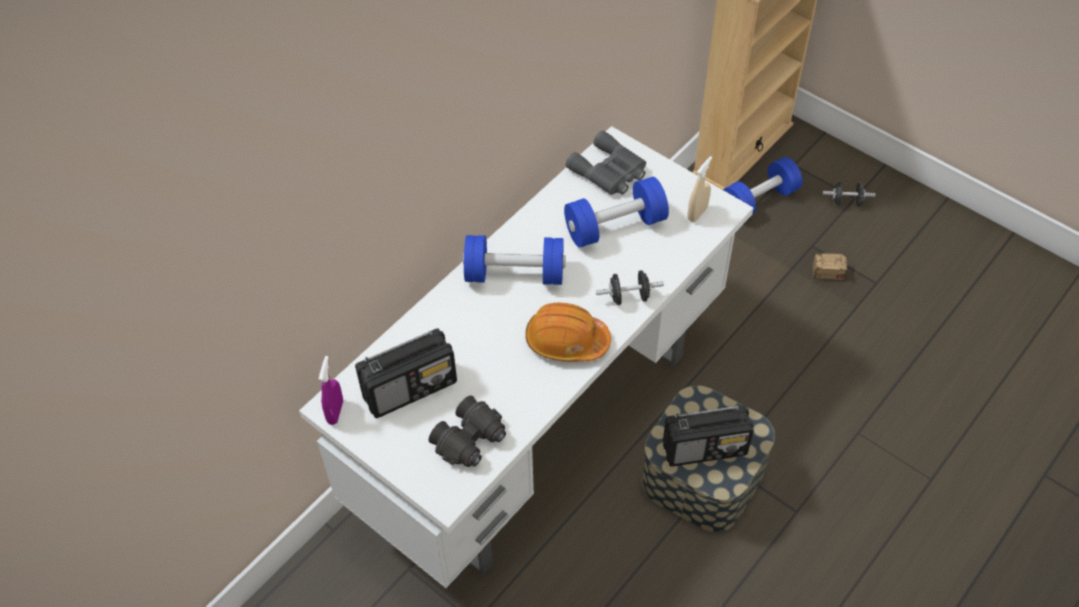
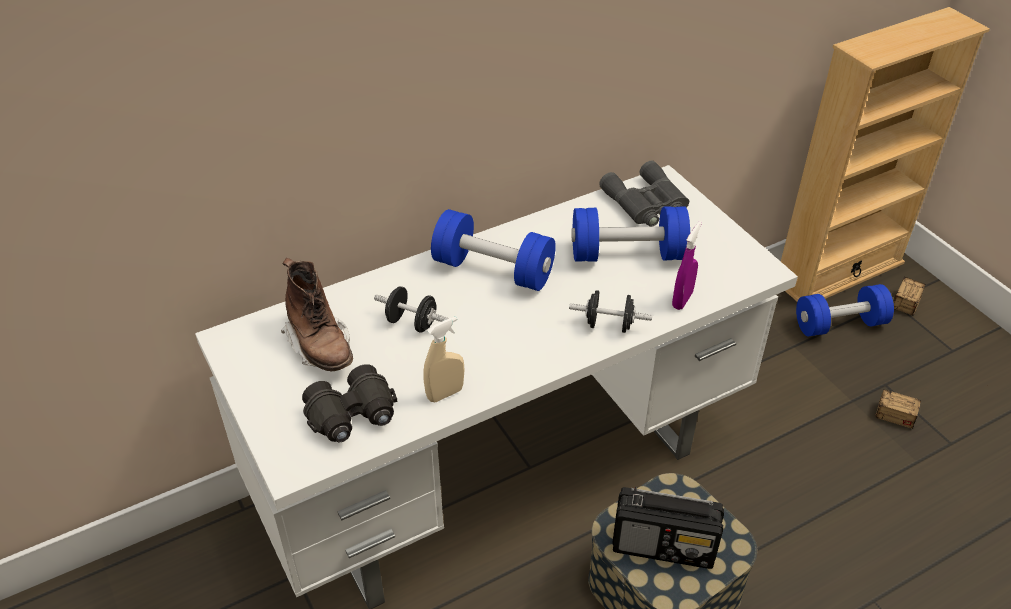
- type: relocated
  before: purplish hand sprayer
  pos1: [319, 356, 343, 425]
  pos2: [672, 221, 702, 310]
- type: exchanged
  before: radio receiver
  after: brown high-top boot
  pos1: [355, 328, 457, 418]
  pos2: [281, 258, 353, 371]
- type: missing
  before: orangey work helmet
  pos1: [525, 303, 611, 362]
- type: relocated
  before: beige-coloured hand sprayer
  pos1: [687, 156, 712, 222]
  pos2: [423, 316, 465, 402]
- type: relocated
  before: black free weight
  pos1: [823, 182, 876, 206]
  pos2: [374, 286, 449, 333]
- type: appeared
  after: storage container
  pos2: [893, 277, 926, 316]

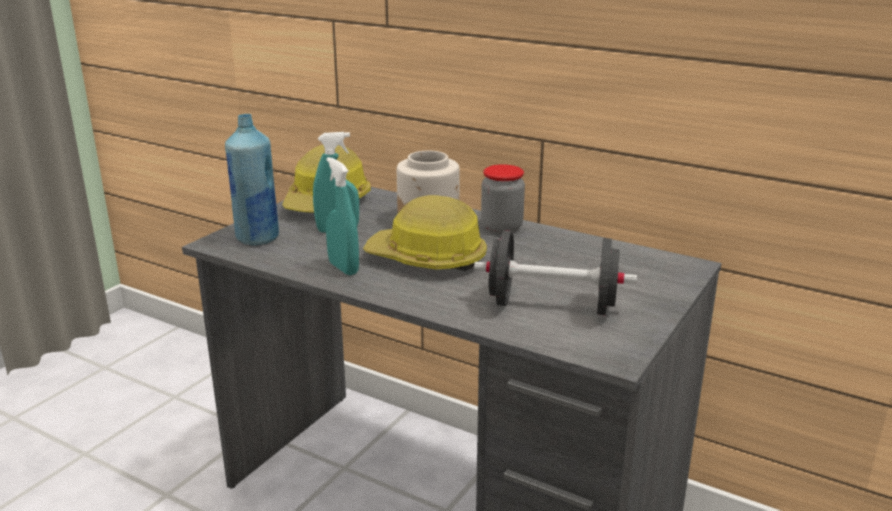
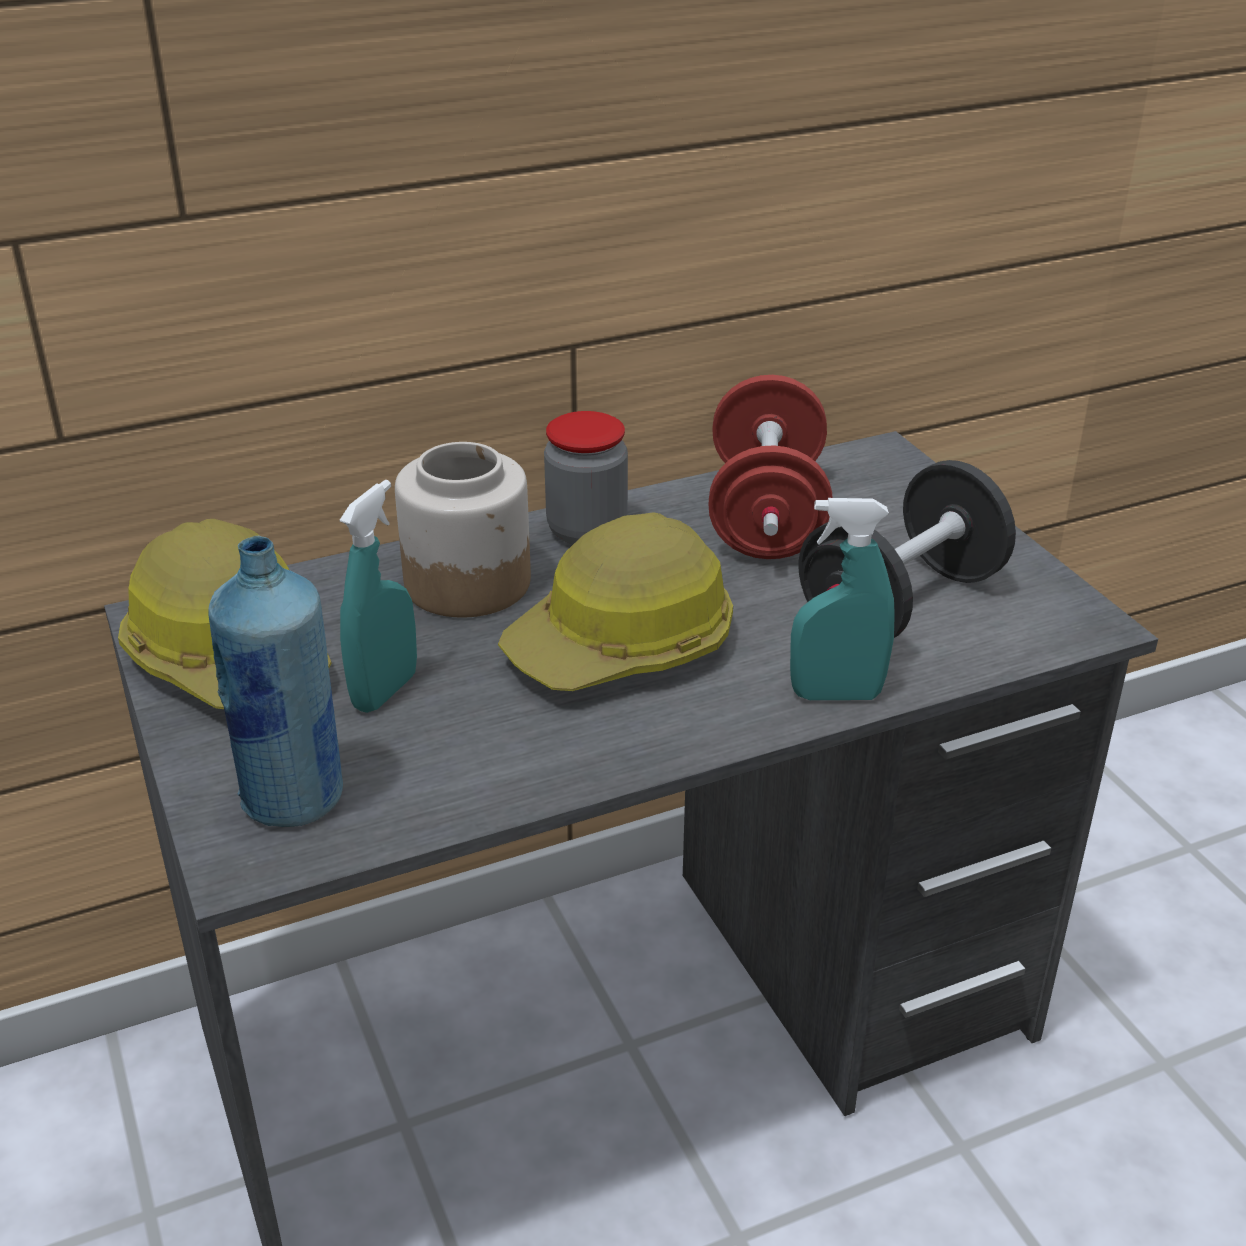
- type: relocated
  before: blue-green hand sprayer
  pos1: [326, 157, 359, 275]
  pos2: [790, 498, 895, 700]
- type: appeared
  after: red-coloured free weight
  pos2: [709, 375, 833, 559]

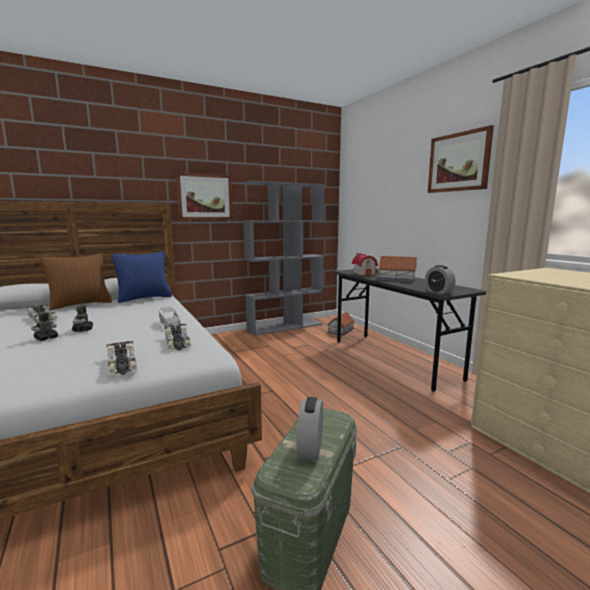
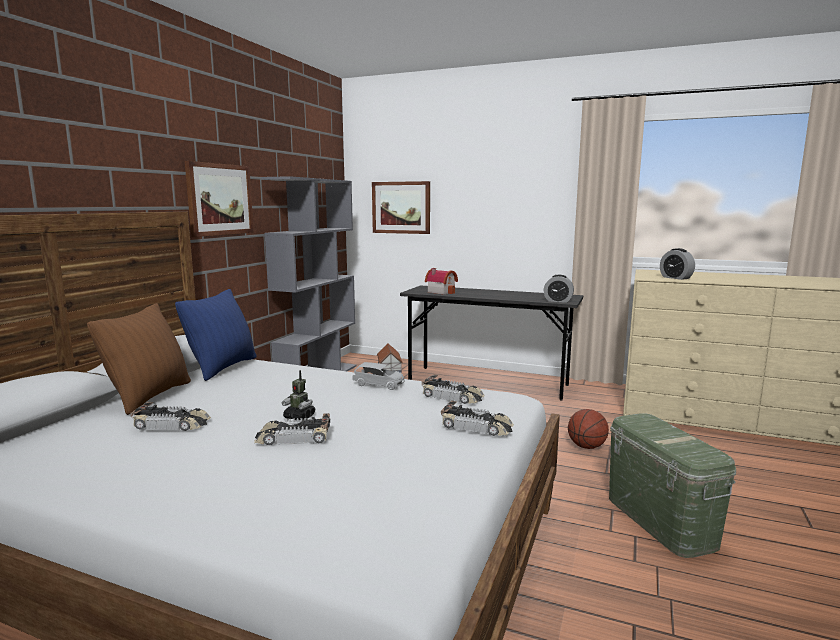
- type: exchanged
  before: model robot
  after: model car
  pos1: [31, 305, 58, 341]
  pos2: [254, 413, 331, 445]
- type: relocated
  before: table clock
  pos1: [296, 397, 323, 460]
  pos2: [660, 248, 695, 280]
- type: missing
  before: miniature house
  pos1: [378, 256, 417, 282]
- type: relocated
  before: wall art
  pos1: [428, 125, 494, 193]
  pos2: [372, 181, 430, 234]
- type: appeared
  after: basketball ball
  pos2: [568, 409, 609, 449]

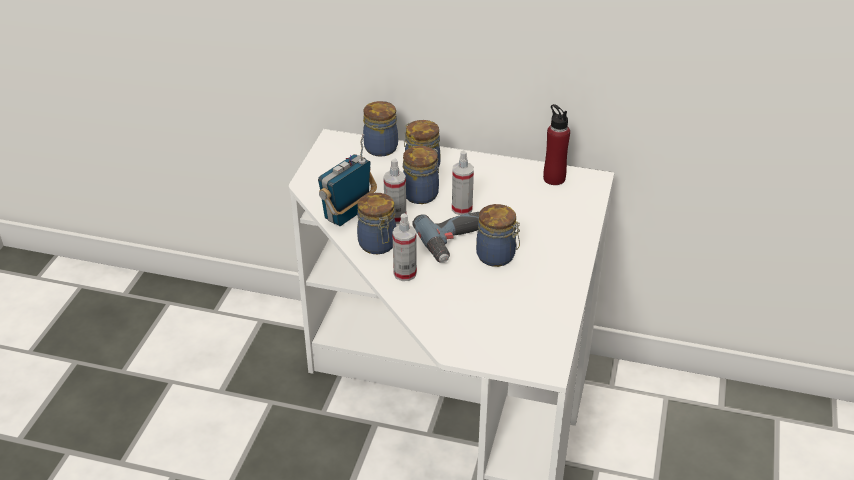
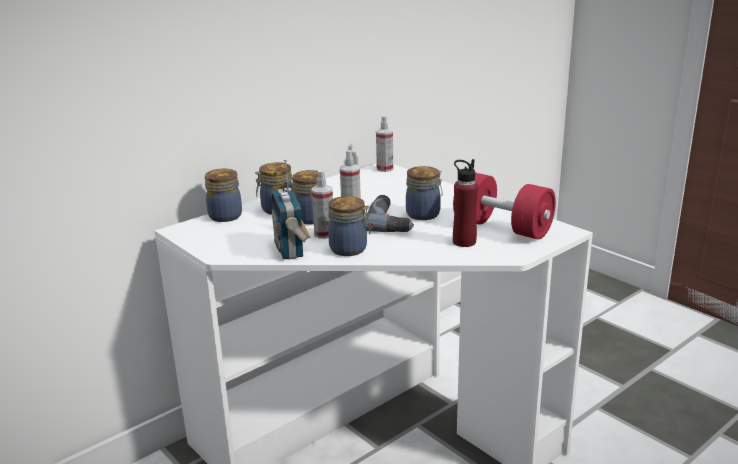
- type: relocated
  before: hand sprayer
  pos1: [392, 213, 417, 281]
  pos2: [376, 116, 393, 172]
- type: relocated
  before: red-coloured drink bottle
  pos1: [543, 104, 570, 185]
  pos2: [453, 159, 478, 247]
- type: appeared
  after: red-coloured free weight
  pos2: [453, 173, 556, 239]

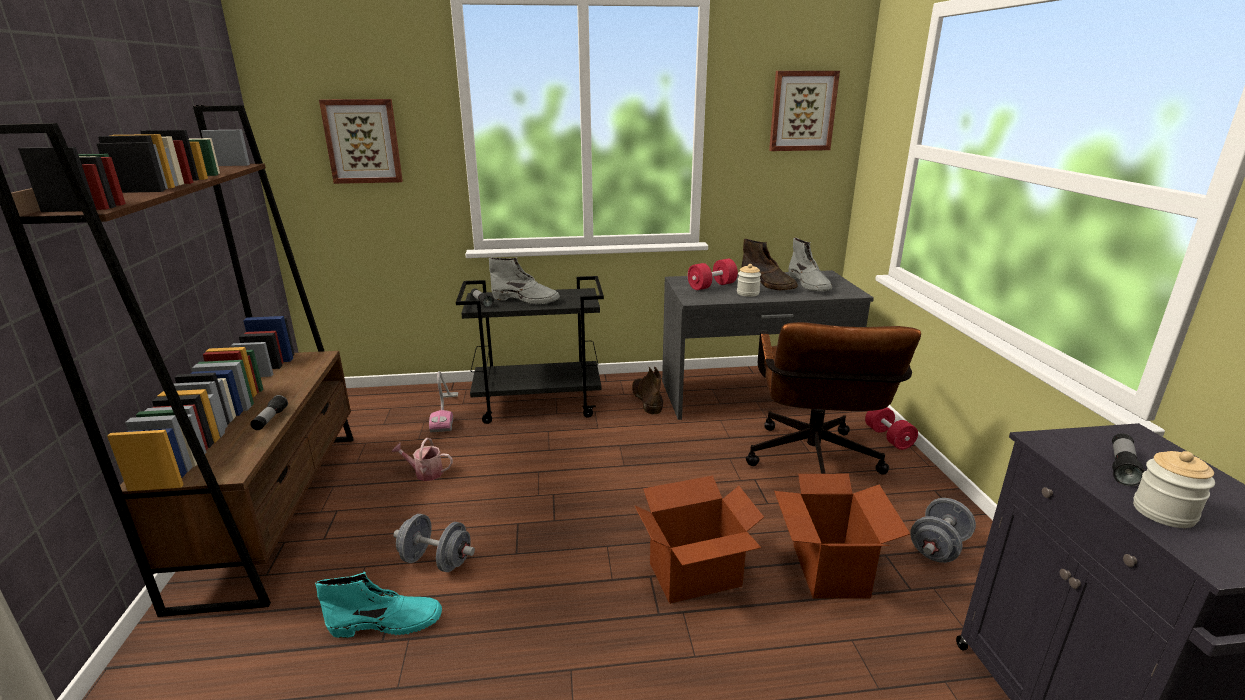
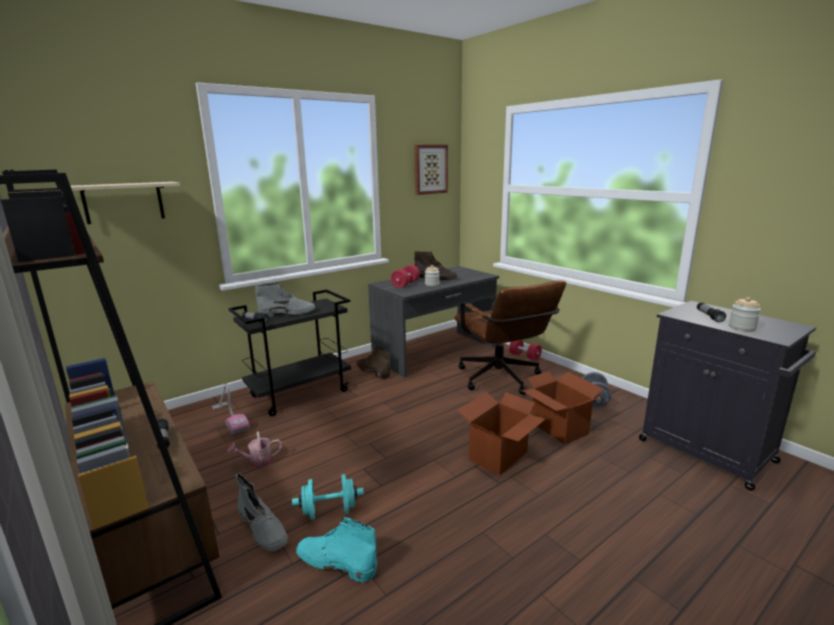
- type: spun
  before: blue-green high-top boot
  pos1: [315, 572, 442, 638]
  pos2: [296, 517, 377, 582]
  turn: -120
- type: exchanged
  before: wall art
  after: beige-coloured bracket shelf
  pos1: [319, 99, 403, 184]
  pos2: [71, 182, 180, 224]
- type: colour
  before: gray free weight
  after: blue-green free weight
  pos1: [394, 514, 475, 572]
  pos2: [292, 474, 364, 520]
- type: relocated
  before: gray high-top boot
  pos1: [788, 238, 832, 291]
  pos2: [236, 473, 288, 552]

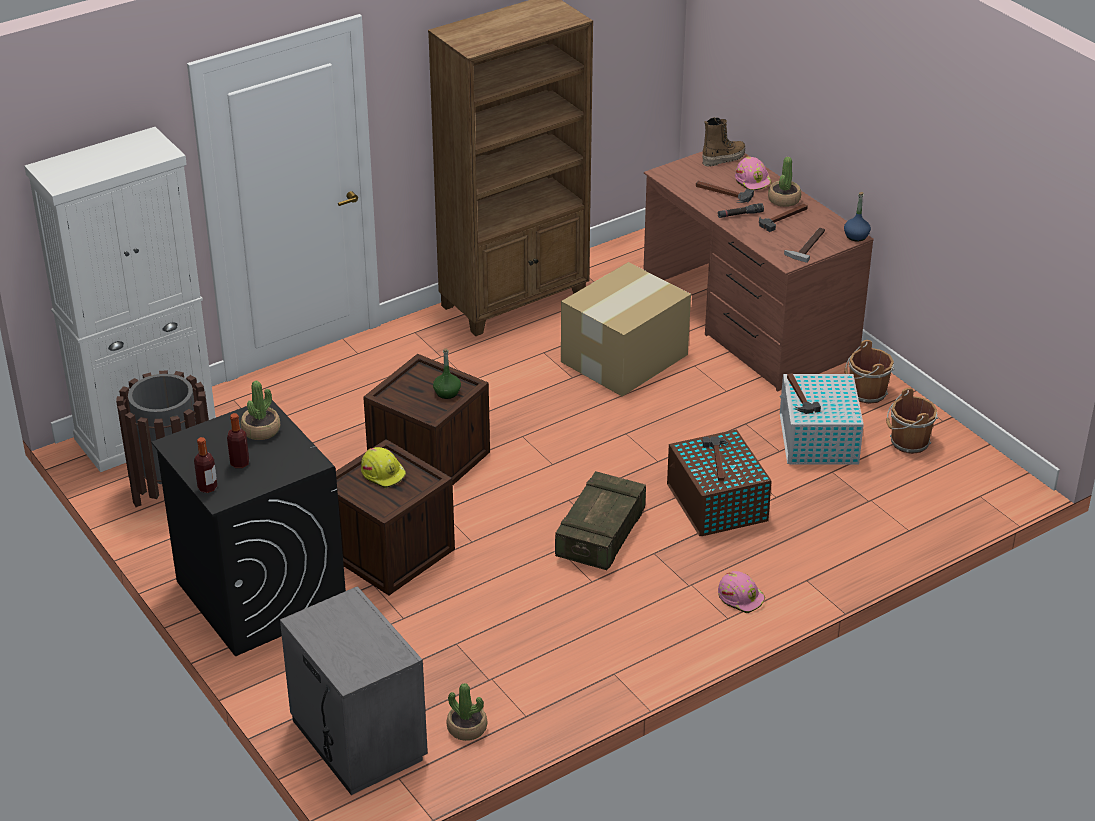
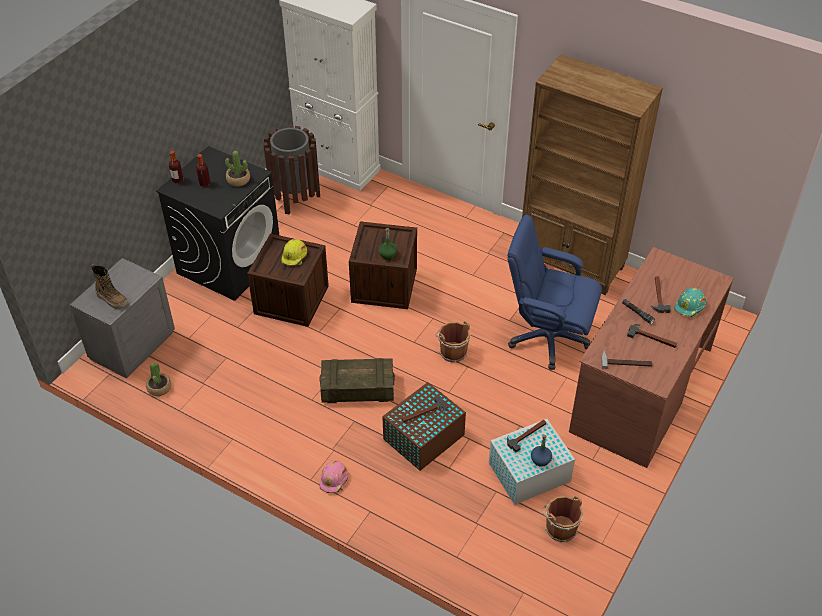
- type: exchanged
  before: carton
  after: bluish office chair
  pos1: [561, 262, 691, 397]
  pos2: [507, 215, 602, 370]
- type: relocated
  before: high-top boot
  pos1: [702, 117, 745, 167]
  pos2: [91, 264, 128, 309]
- type: colour
  before: pink work helmet
  after: blue-green work helmet
  pos1: [735, 157, 771, 191]
  pos2: [674, 288, 706, 318]
- type: missing
  before: houseplant
  pos1: [768, 157, 801, 207]
- type: relocated
  before: bluish drink bottle
  pos1: [844, 192, 871, 242]
  pos2: [531, 435, 552, 467]
- type: relocated
  before: brown pail
  pos1: [844, 340, 894, 404]
  pos2: [436, 321, 470, 362]

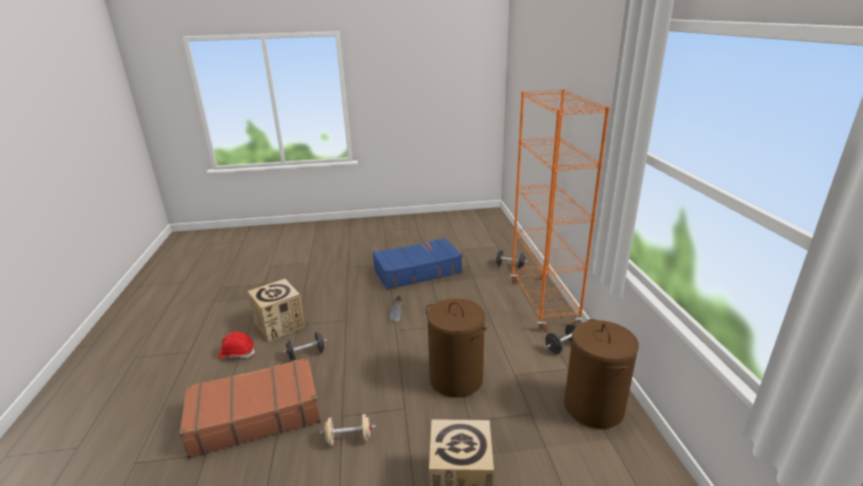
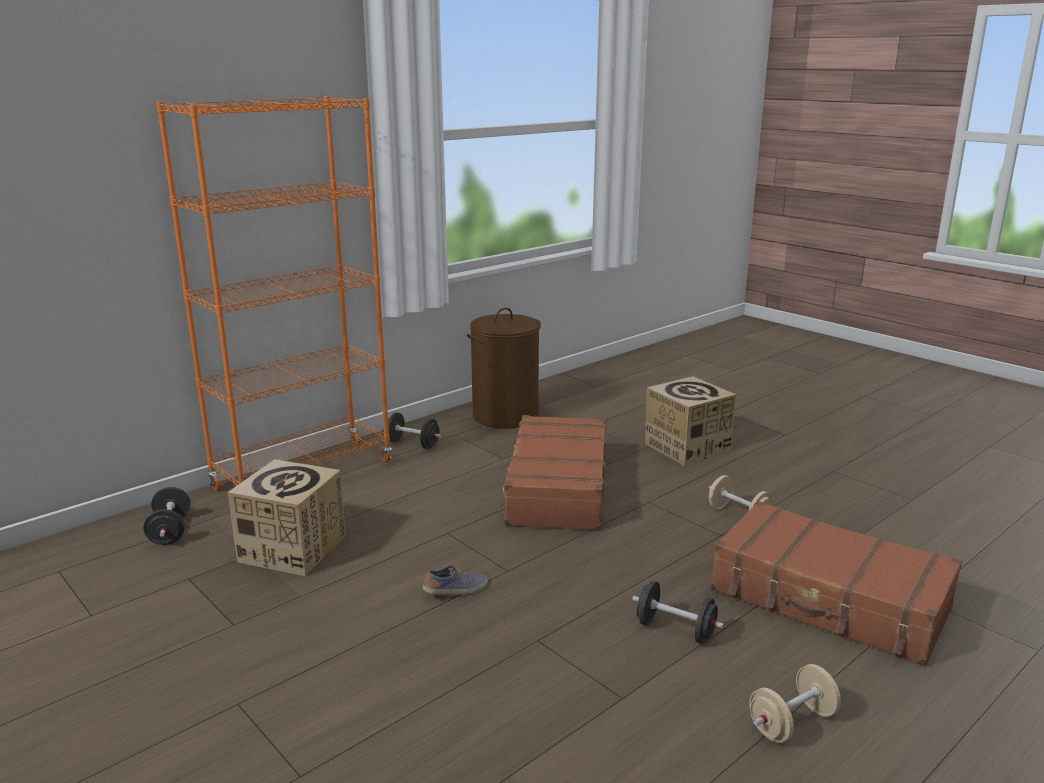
- type: exchanged
  before: red-coloured work helmet
  after: beige-coloured free weight
  pos1: [218, 332, 255, 359]
  pos2: [749, 664, 841, 743]
- type: relocated
  before: carton
  pos1: [248, 279, 305, 342]
  pos2: [228, 459, 346, 576]
- type: missing
  before: bluish piece of luggage
  pos1: [373, 238, 463, 290]
- type: exchanged
  before: brown laundry basket
  after: brown piece of luggage
  pos1: [426, 299, 487, 397]
  pos2: [498, 415, 607, 531]

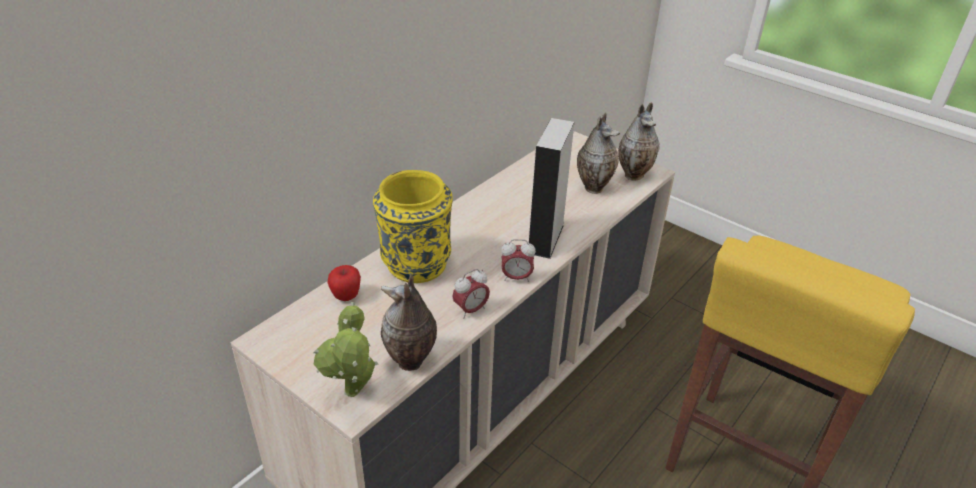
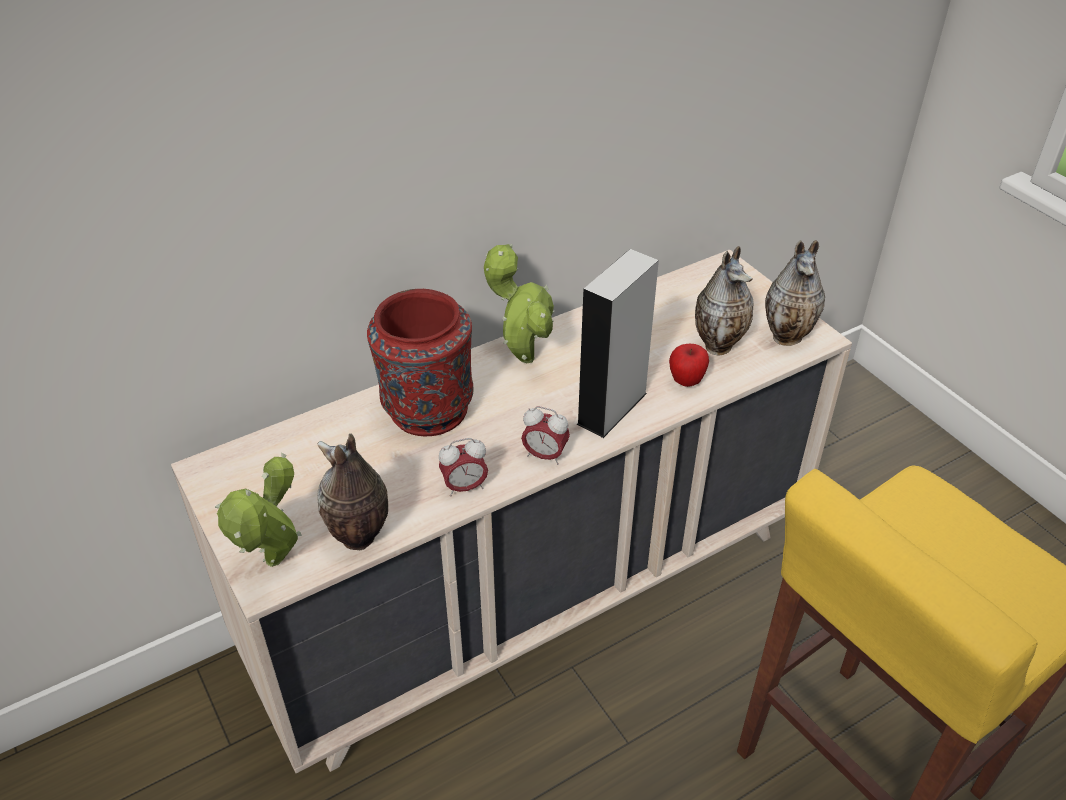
- type: relocated
  before: apple
  pos1: [328, 265, 361, 301]
  pos2: [669, 344, 709, 387]
- type: colour
  before: yellow decorative vase
  after: red-coloured decorative vase
  pos1: [373, 170, 453, 283]
  pos2: [367, 289, 474, 436]
- type: appeared
  after: houseplant
  pos2: [484, 243, 555, 363]

